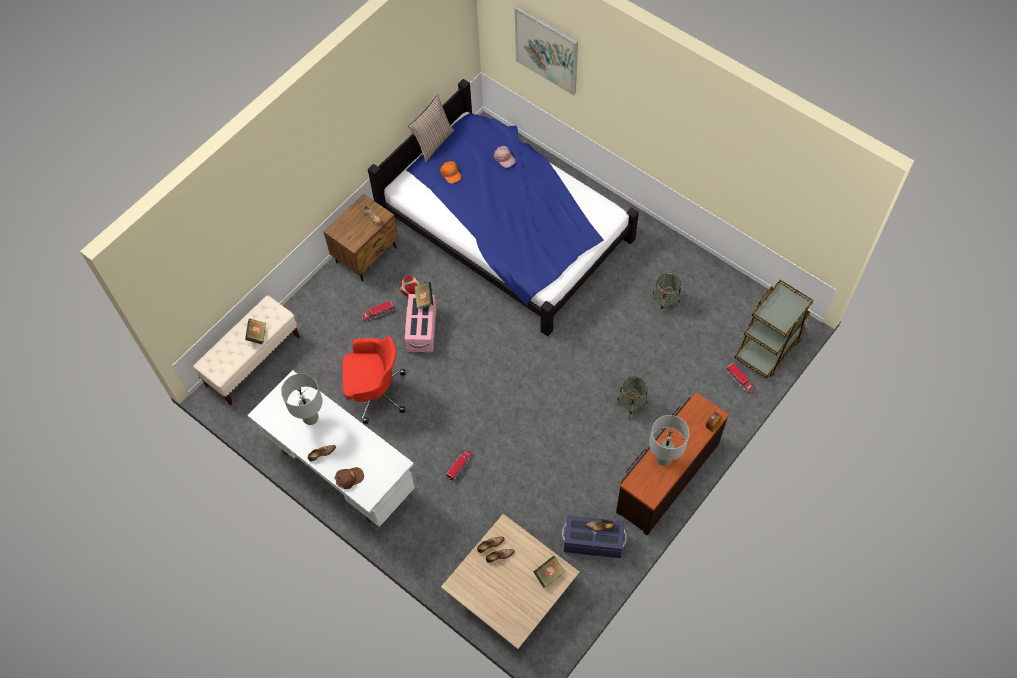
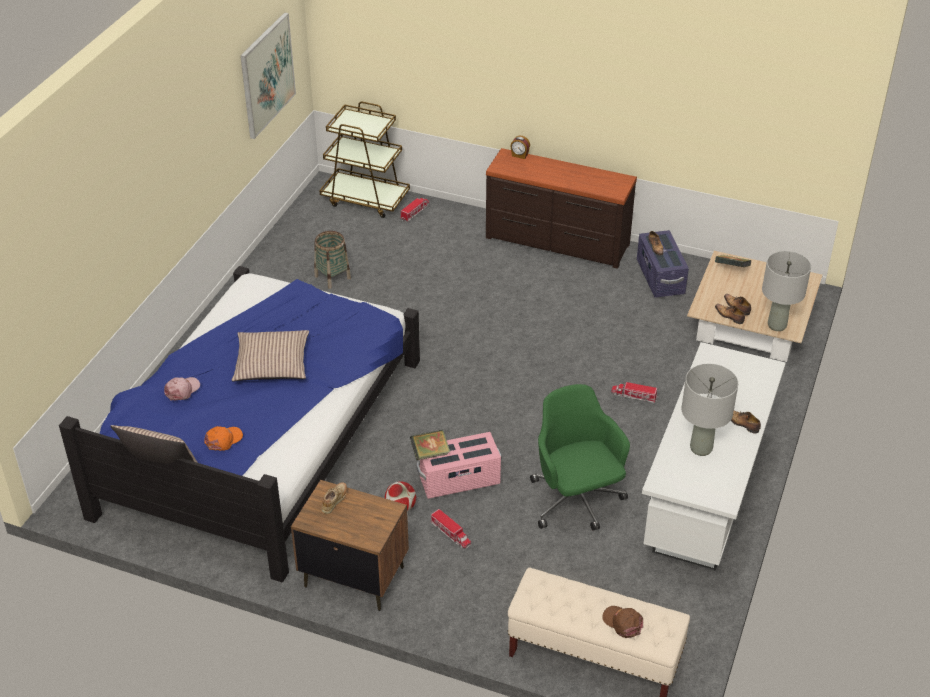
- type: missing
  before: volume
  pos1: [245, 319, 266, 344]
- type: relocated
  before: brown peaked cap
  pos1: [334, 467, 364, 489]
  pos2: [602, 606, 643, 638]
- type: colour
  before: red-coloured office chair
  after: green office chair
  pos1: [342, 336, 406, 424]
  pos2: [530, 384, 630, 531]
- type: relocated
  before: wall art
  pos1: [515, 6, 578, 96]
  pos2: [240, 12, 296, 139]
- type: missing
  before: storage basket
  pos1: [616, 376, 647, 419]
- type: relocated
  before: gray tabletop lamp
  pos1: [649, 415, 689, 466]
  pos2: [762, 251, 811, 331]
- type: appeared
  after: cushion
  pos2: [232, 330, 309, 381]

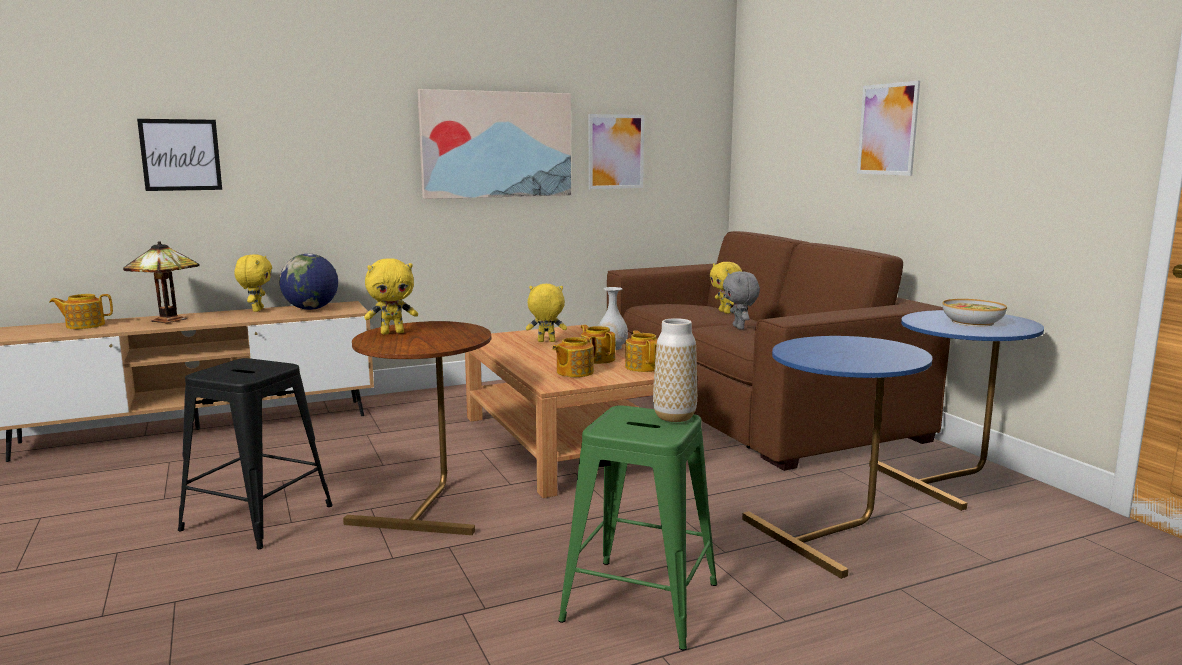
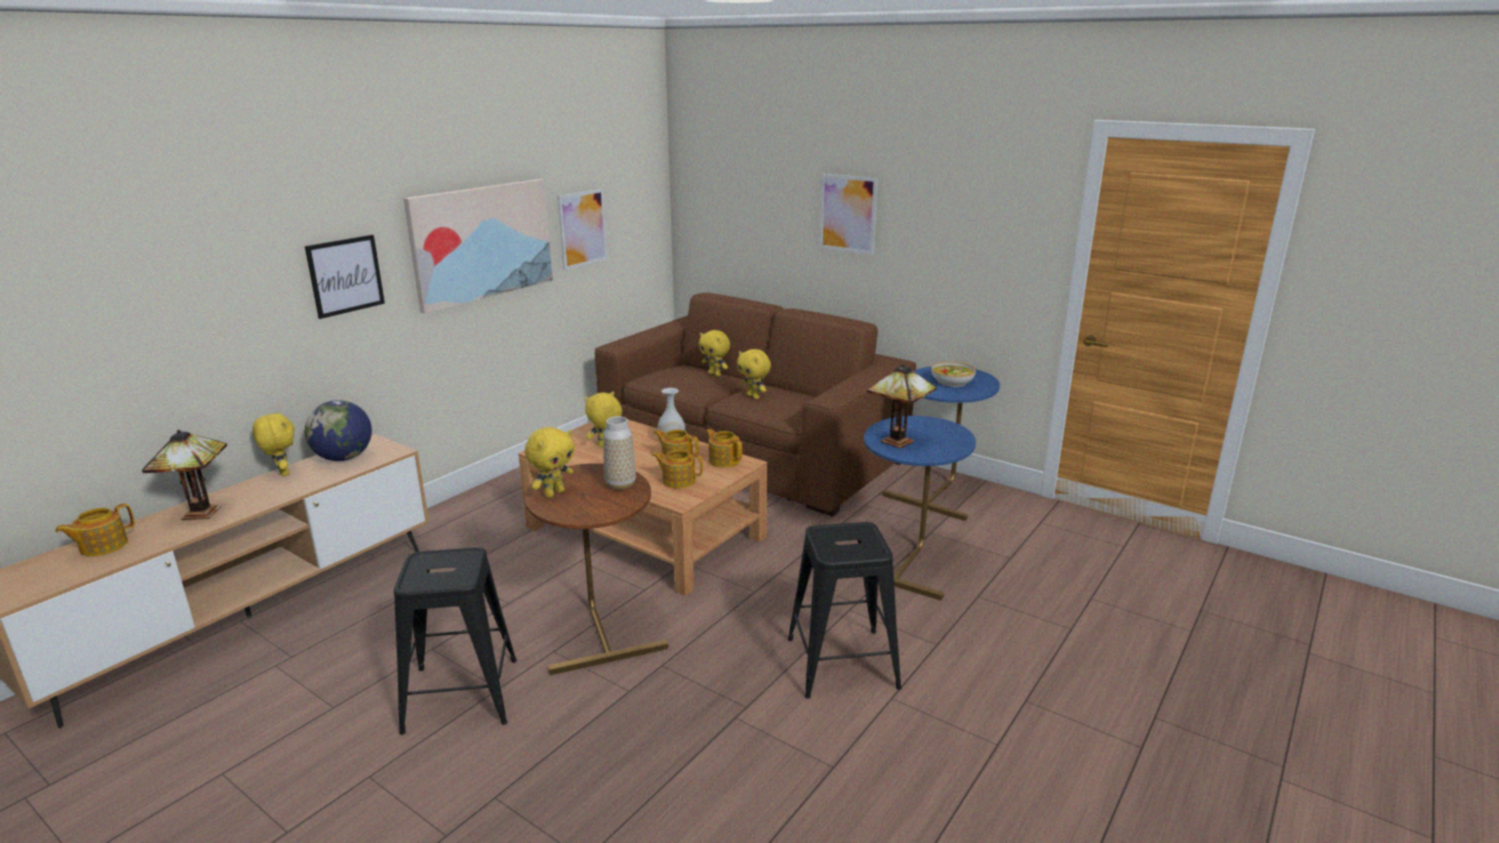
- type: relocated
  before: wall art
  pos1: [137, 119, 222, 191]
  pos2: [305, 235, 385, 319]
- type: spun
  before: teapot
  pos1: [552, 336, 597, 377]
  pos2: [652, 450, 703, 488]
  turn: 90
- type: colour
  before: green sitting stool
  after: black sitting stool
  pos1: [558, 405, 717, 650]
  pos2: [788, 522, 902, 699]
- type: relocated
  before: decorative vase
  pos1: [653, 318, 697, 422]
  pos2: [603, 416, 636, 490]
- type: colour
  before: gray plush toy
  after: yellow plush toy
  pos1: [723, 271, 760, 330]
  pos2: [737, 349, 771, 399]
- type: appeared
  after: tabletop lamp
  pos2: [867, 364, 937, 449]

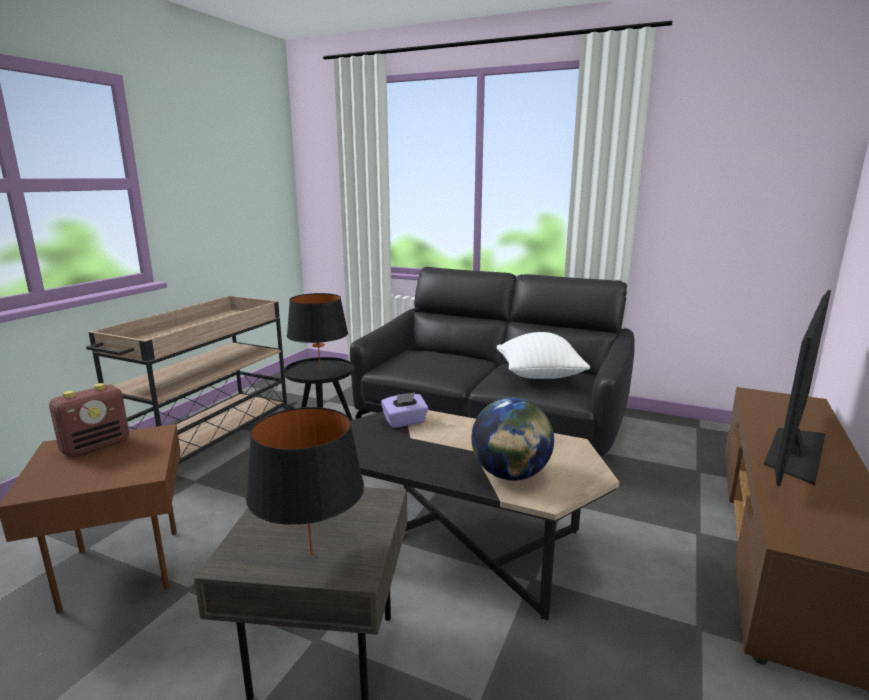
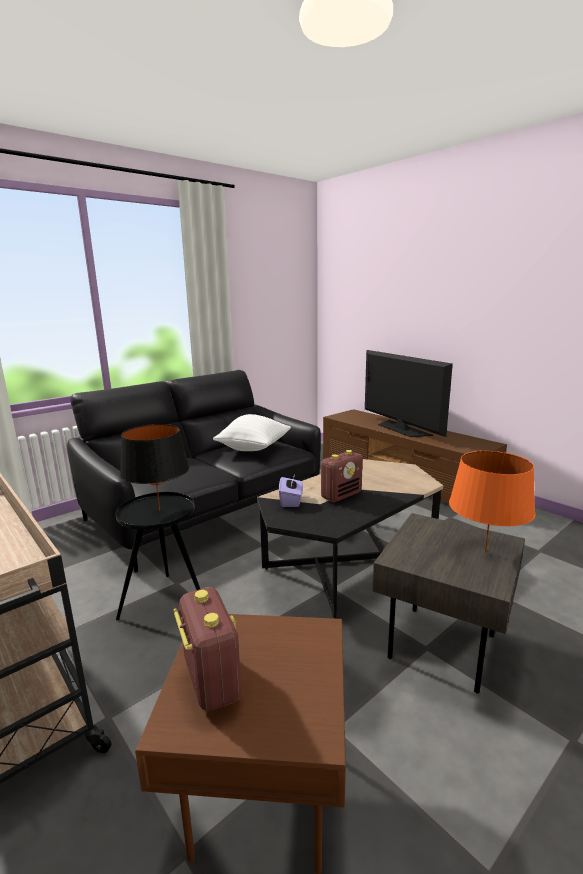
- type: colour
  before: black tabletop lamp
  after: orangey tabletop lamp
  pos1: [246, 407, 364, 555]
  pos2: [449, 451, 536, 554]
- type: missing
  before: world globe
  pos1: [471, 398, 554, 481]
- type: appeared
  after: radio receiver
  pos2: [321, 450, 363, 502]

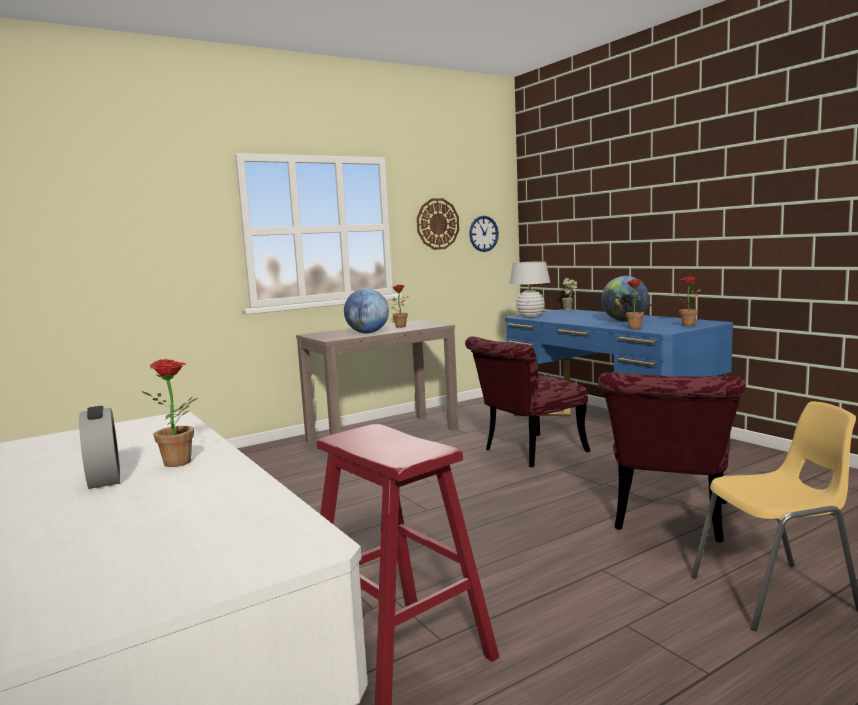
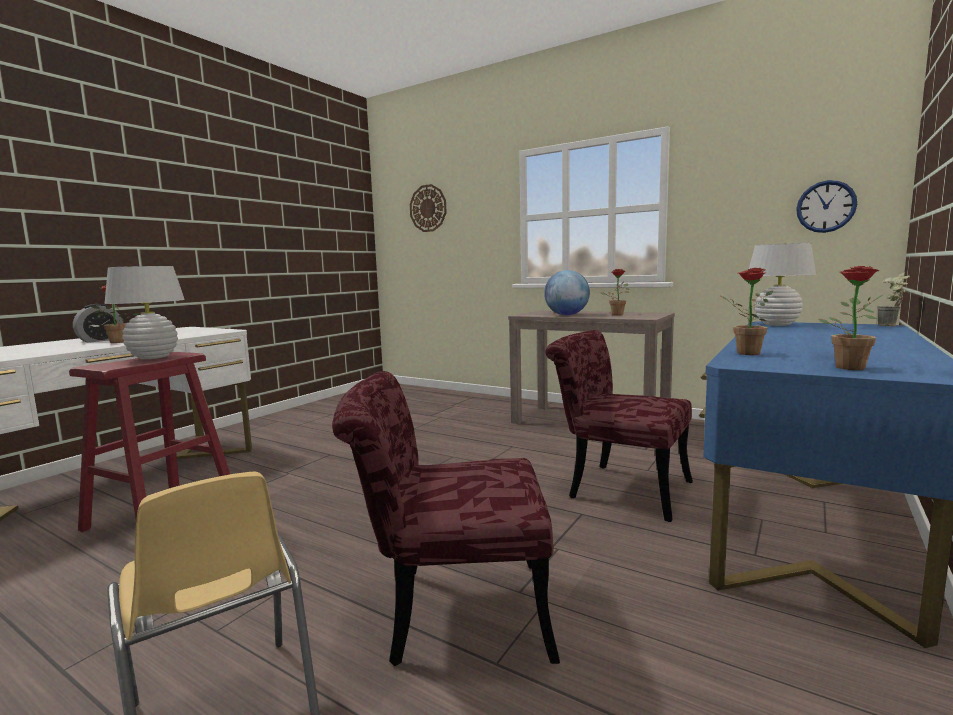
- type: relocated
  before: clock on the wall
  pos1: [417, 198, 459, 250]
  pos2: [410, 184, 447, 232]
- type: missing
  before: world globe
  pos1: [601, 276, 649, 321]
- type: appeared
  after: white-coloured tabletop lamp
  pos2: [104, 266, 185, 359]

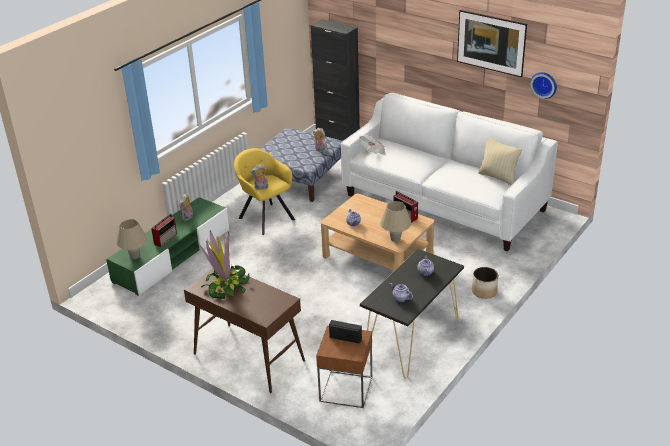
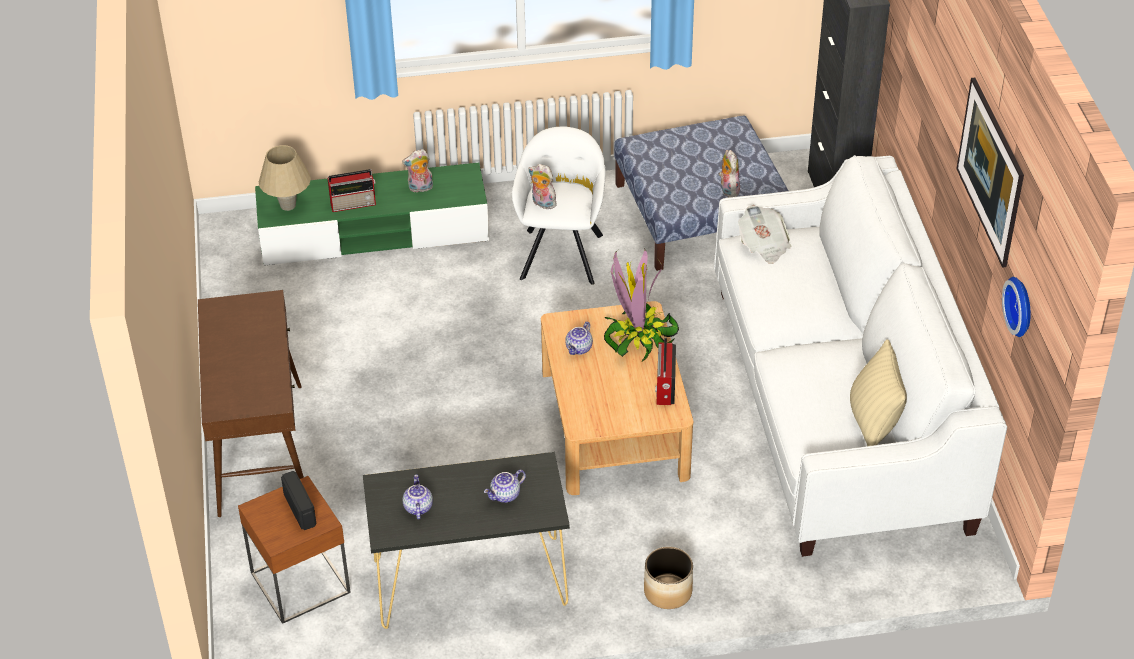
- type: relocated
  before: houseplant
  pos1: [198, 230, 250, 299]
  pos2: [604, 248, 679, 362]
- type: colour
  before: yellow lounge chair
  after: white-coloured lounge chair
  pos1: [234, 148, 295, 235]
  pos2: [512, 126, 606, 285]
- type: missing
  before: beige-coloured tabletop lamp
  pos1: [380, 201, 412, 242]

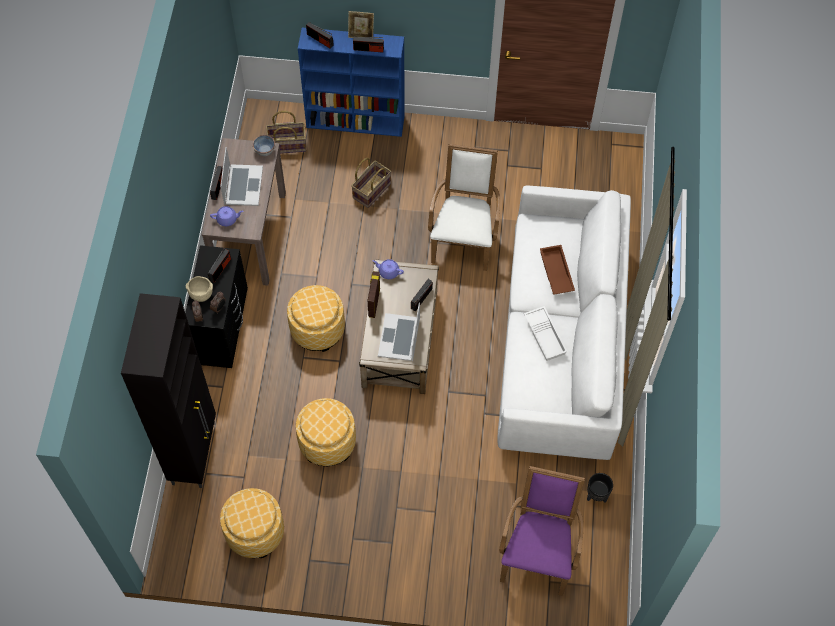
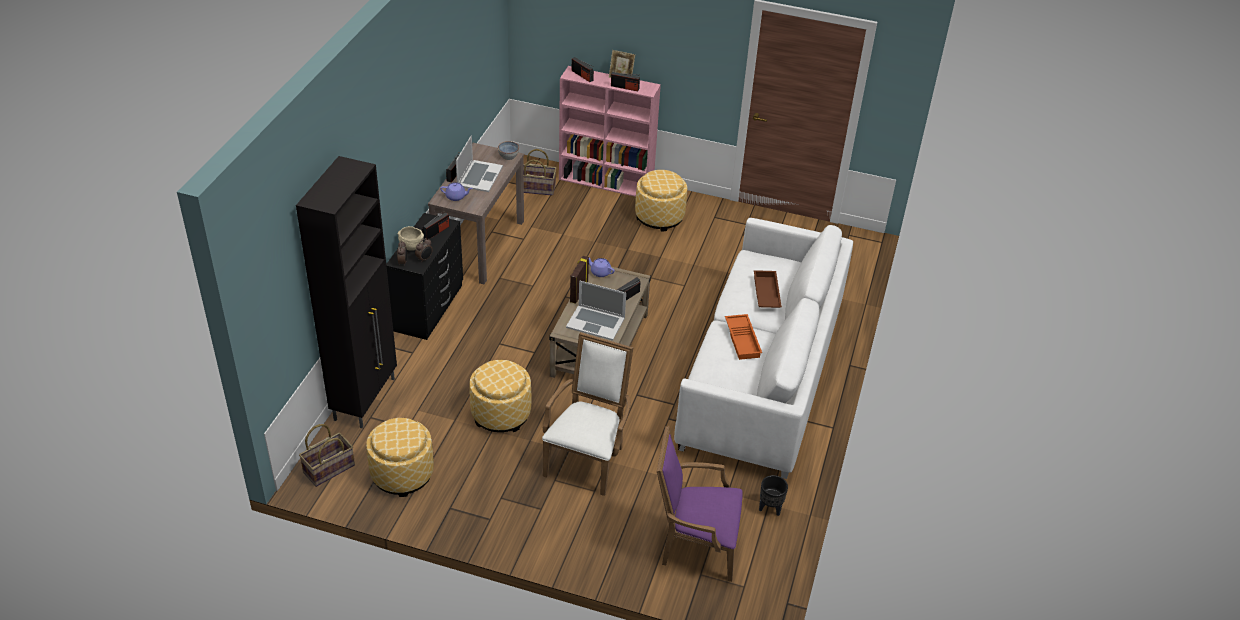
- type: relocated
  before: pouffe
  pos1: [287, 285, 345, 352]
  pos2: [635, 170, 687, 231]
- type: colour
  before: bluish bookcase
  after: pink bookcase
  pos1: [298, 28, 405, 137]
  pos2: [559, 66, 661, 197]
- type: relocated
  before: storage basket
  pos1: [351, 158, 391, 208]
  pos2: [299, 424, 355, 487]
- type: spun
  before: portable computer
  pos1: [378, 302, 420, 361]
  pos2: [566, 280, 626, 341]
  turn: -90
- type: relocated
  before: white-coloured lounge chair
  pos1: [428, 144, 500, 271]
  pos2: [542, 332, 633, 496]
- type: spun
  before: purplish lounge chair
  pos1: [499, 466, 585, 596]
  pos2: [657, 426, 743, 582]
  turn: -105
- type: colour
  before: white-coloured serving tray
  after: orangey serving tray
  pos1: [524, 306, 568, 361]
  pos2: [725, 314, 762, 360]

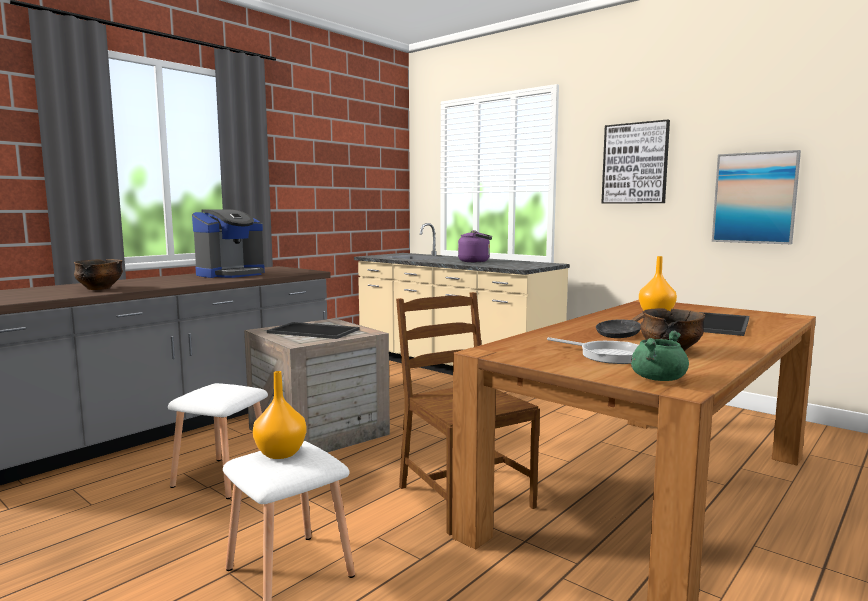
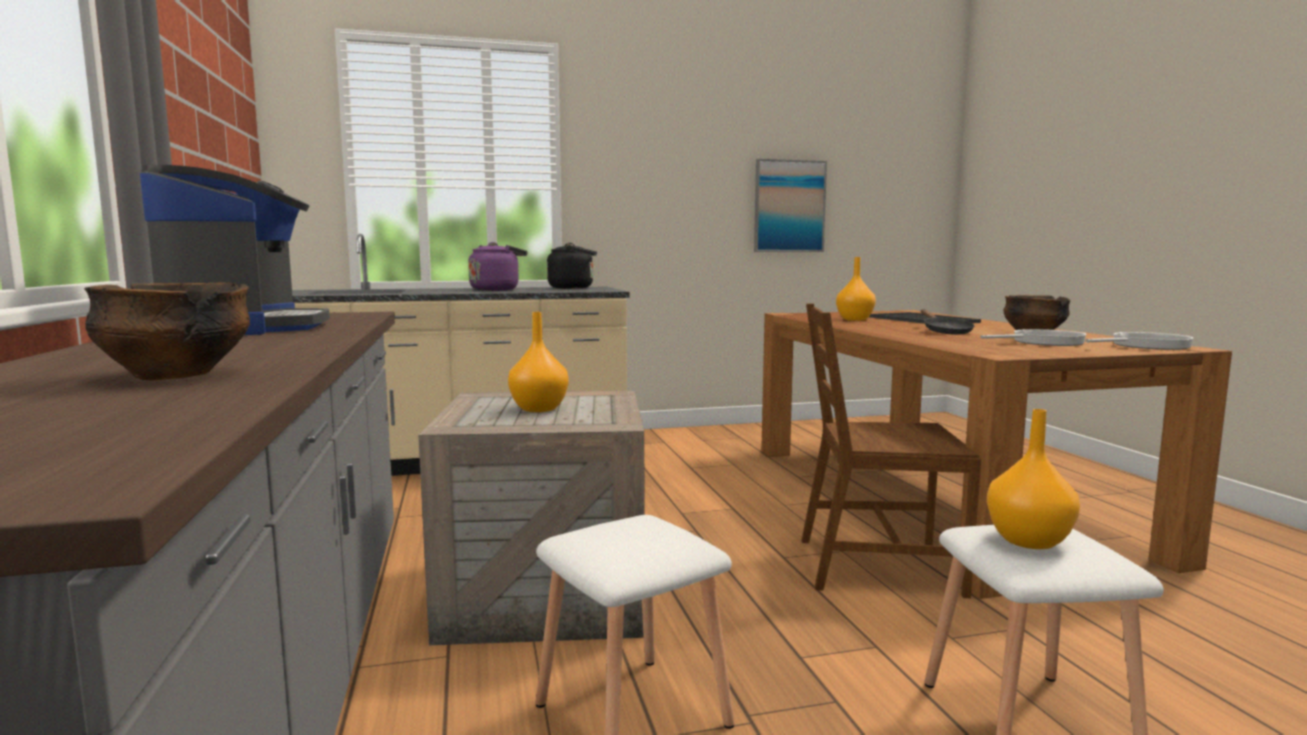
- type: exchanged
  before: serving tray
  after: orangey decorative vase
  pos1: [267, 322, 359, 339]
  pos2: [508, 312, 569, 412]
- type: missing
  before: wall art
  pos1: [601, 120, 670, 204]
- type: exchanged
  before: green stockpot
  after: pan
  pos1: [631, 331, 689, 381]
  pos2: [1085, 332, 1194, 350]
- type: appeared
  after: black kettle
  pos2: [547, 243, 597, 289]

